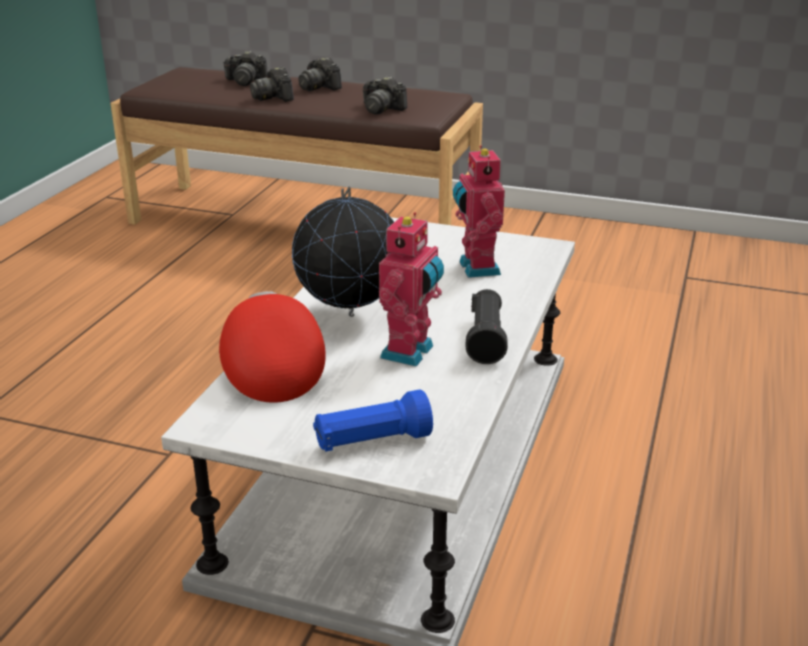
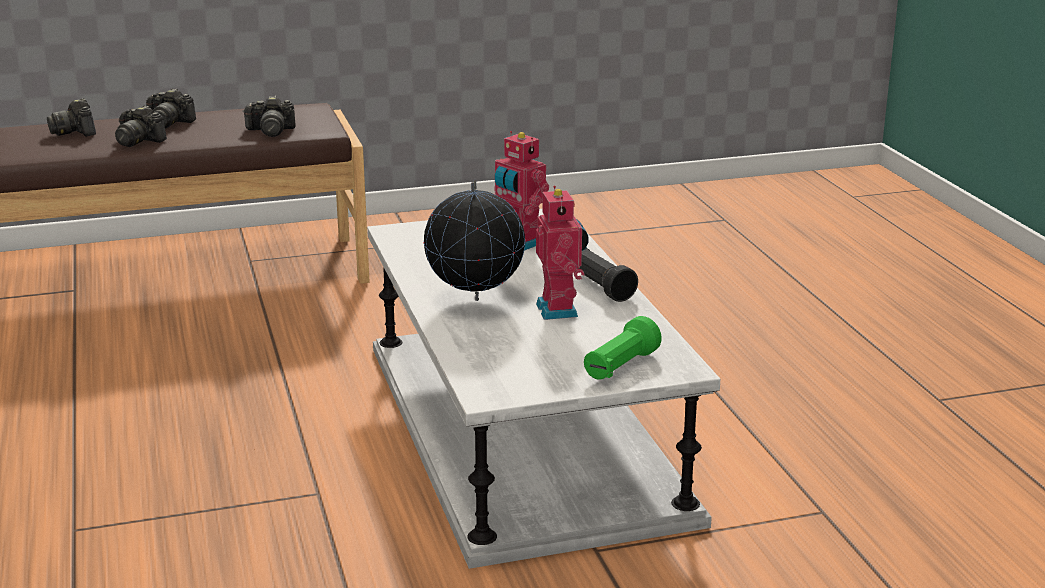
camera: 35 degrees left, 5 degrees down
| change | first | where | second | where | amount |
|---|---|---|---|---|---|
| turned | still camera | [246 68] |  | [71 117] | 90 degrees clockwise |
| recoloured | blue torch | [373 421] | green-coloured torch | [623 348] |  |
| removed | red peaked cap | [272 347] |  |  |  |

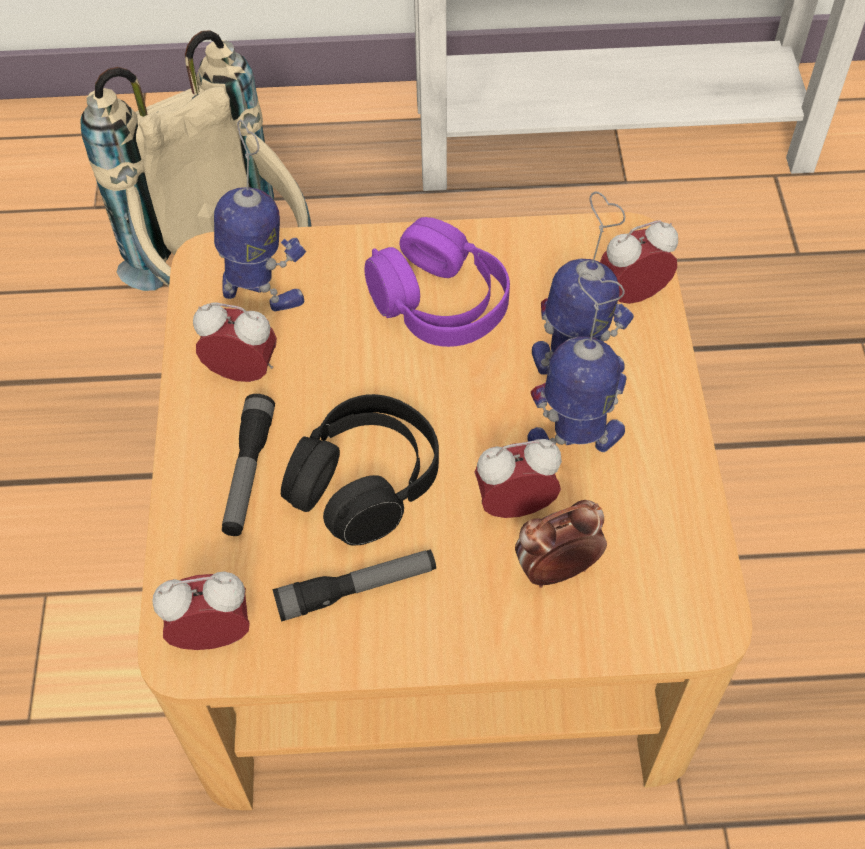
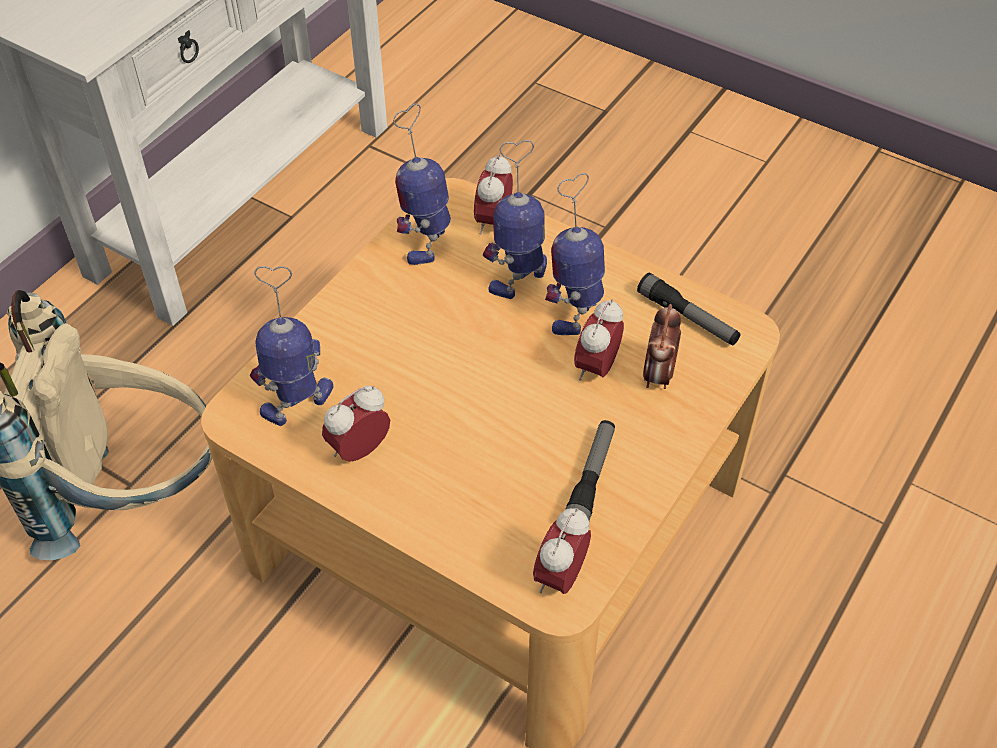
camera: 55 degrees left, 5 degrees down
| change | first | where | second | where | amount |
|---|---|---|---|---|---|
| added |  |  | toy robot | [422 184] |  |
| moved | torch | [248 465] |  | [689 309] |  |
| removed | blackish headphones | [360 469] |  |  |  |
| removed | purple-coloured headphones | [437 282] |  |  |  |

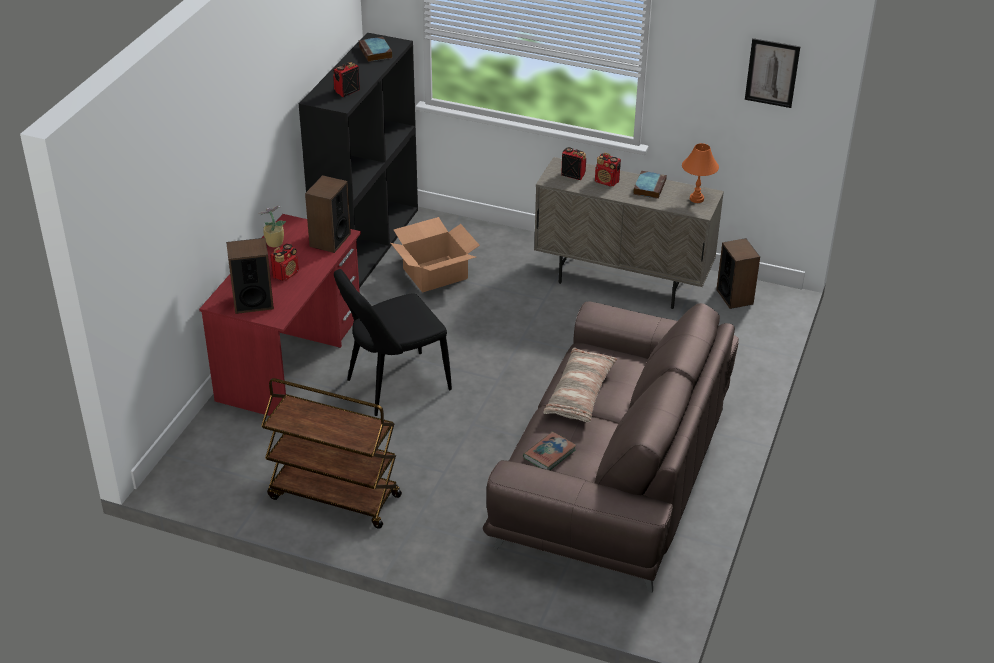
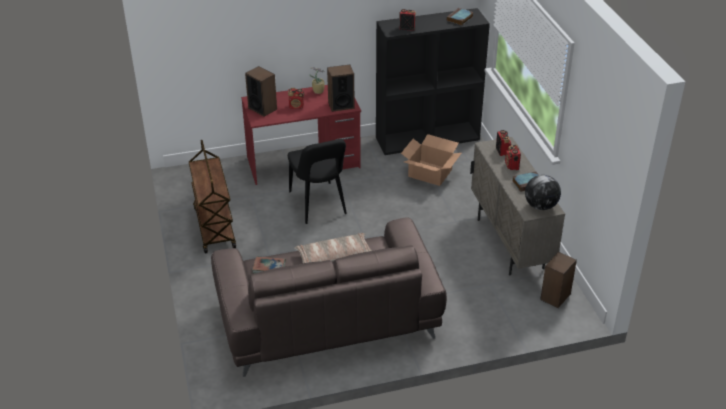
camera: 55 degrees right, 0 degrees up
| change | first | where | second | where | amount |
|---|---|---|---|---|---|
| turned | blackish chair | [393 342] |  | [317 181] | 135 degrees counterclockwise |
| replaced | orange lamp for a table | [700 173] | world globe | [543 192] |  |
| removed | wall art | [772 73] |  |  |  |

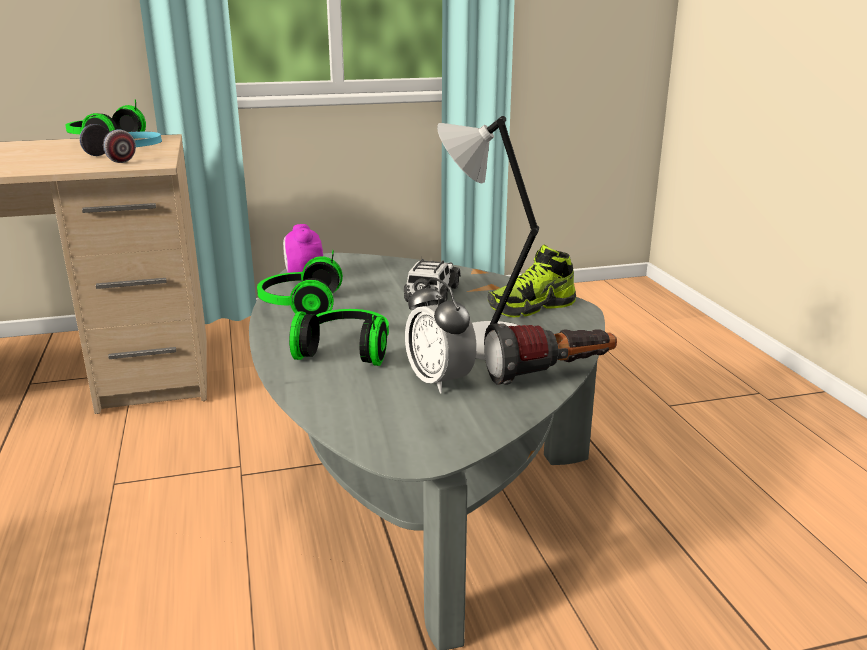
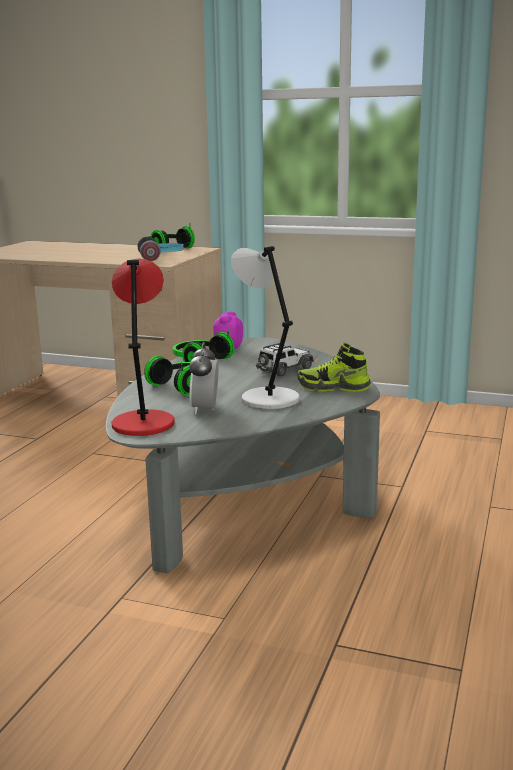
camera: 35 degrees right, 5 degrees down
| change | first | where | second | where | amount |
|---|---|---|---|---|---|
| added |  |  | red lamp for a table | [143 347] |  |
| removed | torch | [550 354] |  |  |  |

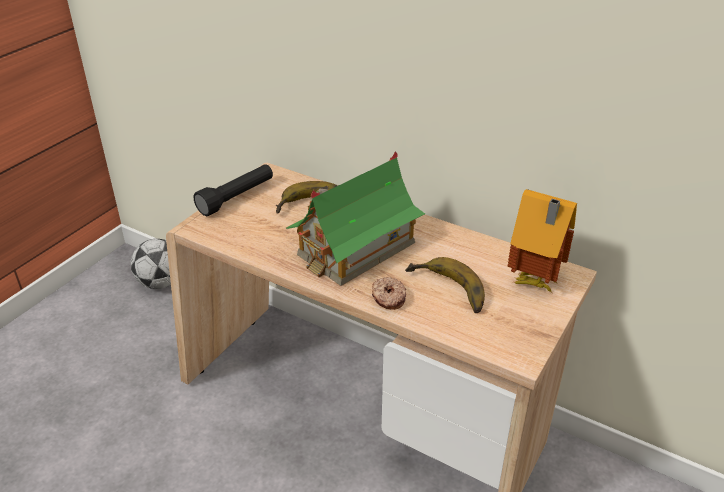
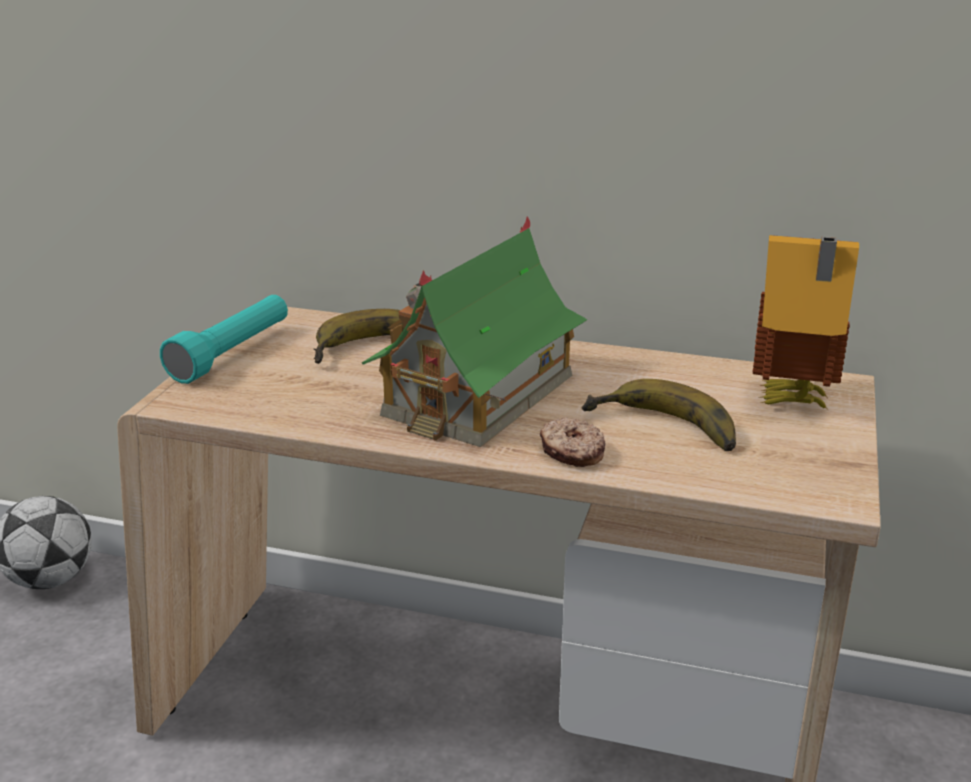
camera: 15 degrees left, 10 degrees down
| change | first | where | second | where | amount |
|---|---|---|---|---|---|
| recoloured | blackish torch | [233 190] | blue-green torch | [224 339] |  |

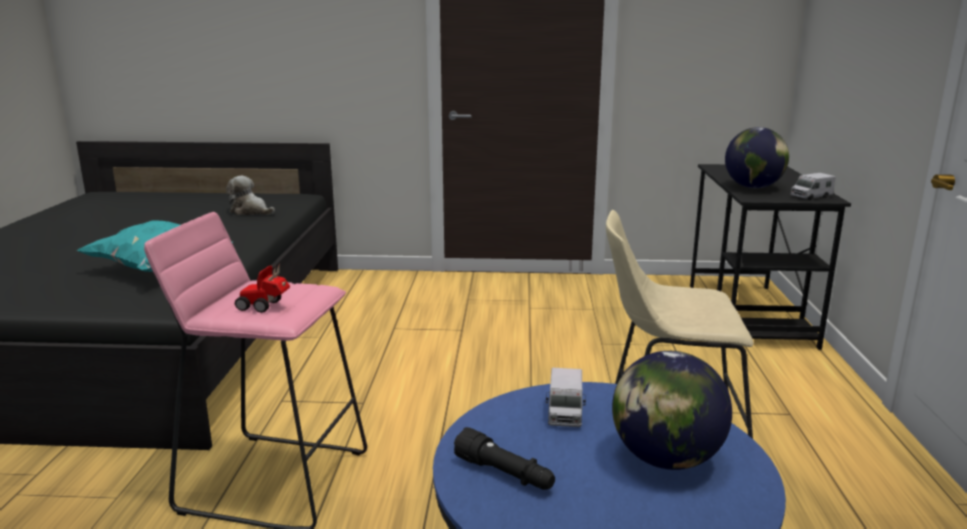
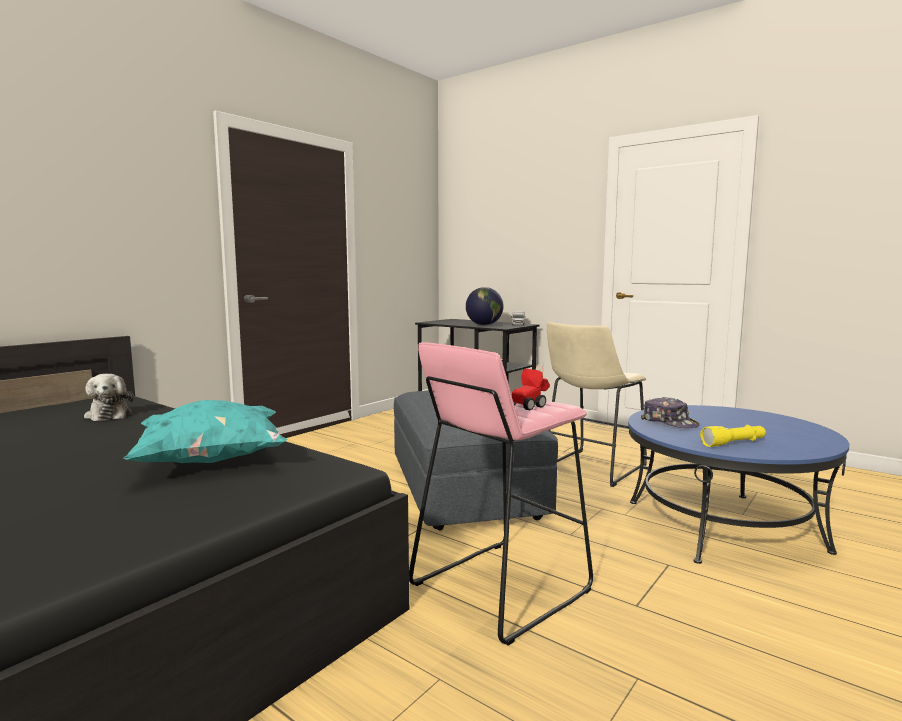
camera: 55 degrees left, 10 degrees down
| change | first | where | second | where | amount |
|---|---|---|---|---|---|
| turned | soft toy | [250 195] |  | [109 397] | 90 degrees counterclockwise |
| added |  |  | gray pouffe | [476 461] |  |
| replaced | model truck | [566 397] | peaked cap | [670 412] |  |
| recoloured | blackish torch | [504 458] | yellowish torch | [733 436] |  |
| removed | world globe | [672 410] |  |  |  |

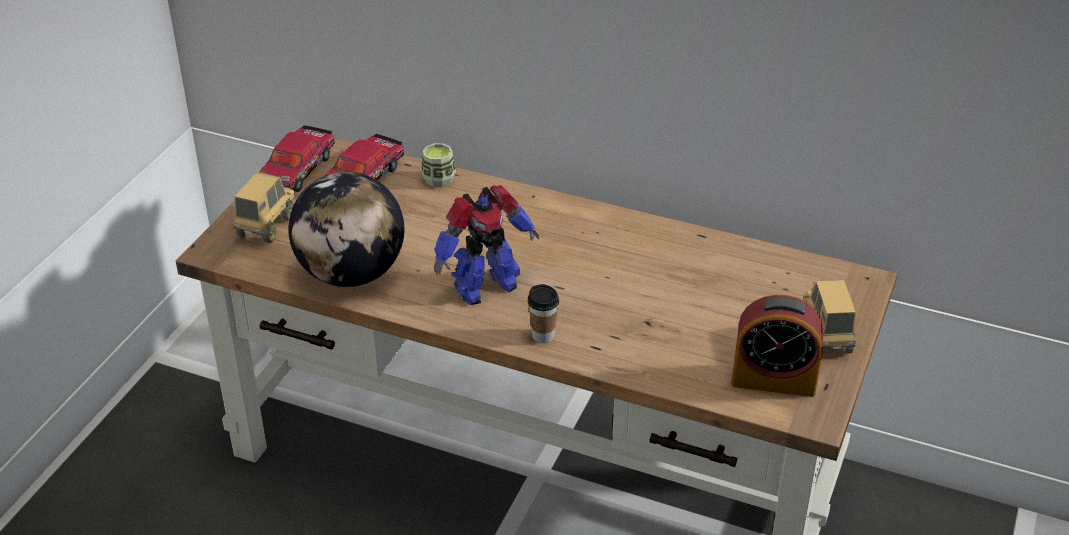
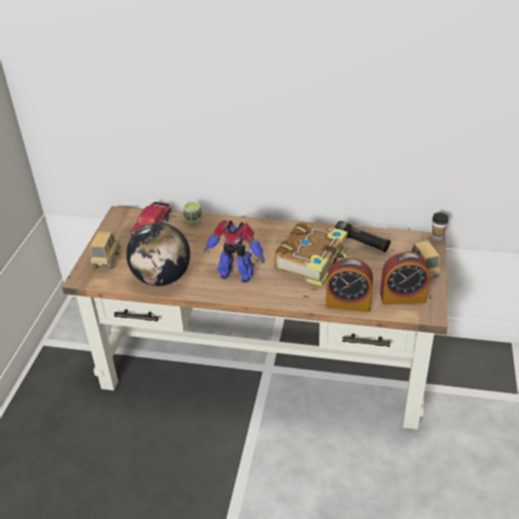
camera: 10 degrees left, 0 degrees up
| change | first | where | second | where | amount |
|---|---|---|---|---|---|
| turned | toy robot | [486 245] |  | [234 251] | 60 degrees clockwise |
| added |  |  | volume | [311 253] |  |
| added |  |  | table clock | [349 285] |  |
| added |  |  | blackish torch | [363 236] |  |
| moved | drinking cup | [543 313] |  | [440 227] |  |
| removed | toy car | [297 158] |  |  |  |

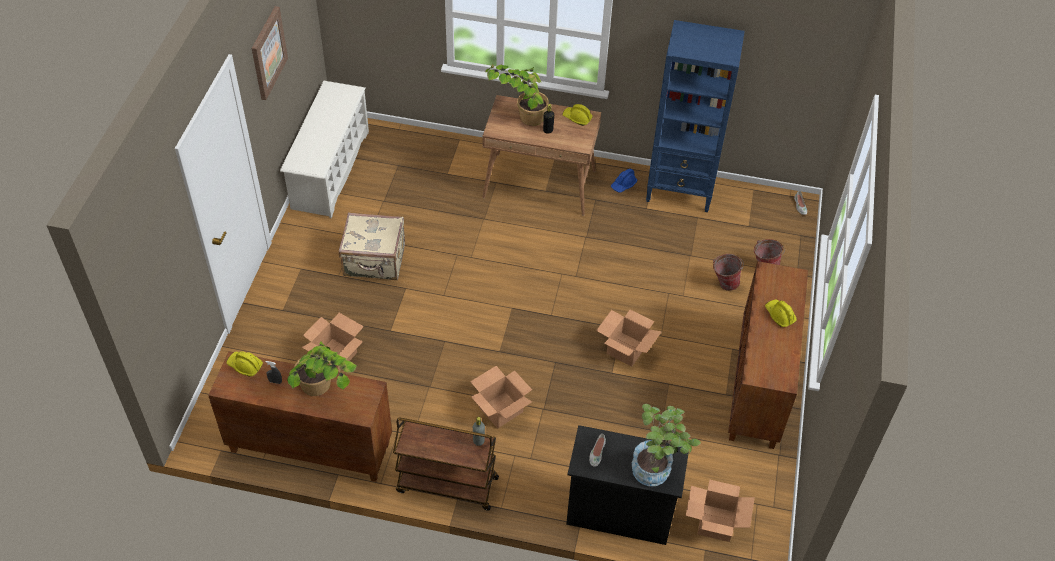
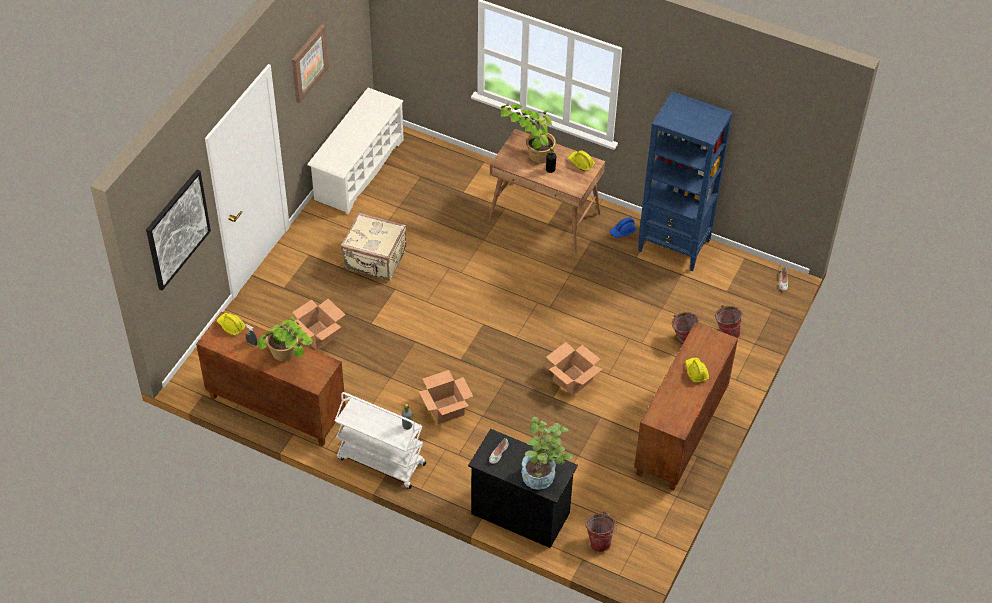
camera: 15 degrees right, 0 degrees up
| change | first | where | second | where | amount |
|---|---|---|---|---|---|
| added |  |  | wall art | [178 230] |  |
| recoloured | brown cart | [446 464] | white cart | [380 440] |  |
| replaced | cardboard box | [720 511] | pail | [601 532] |  |

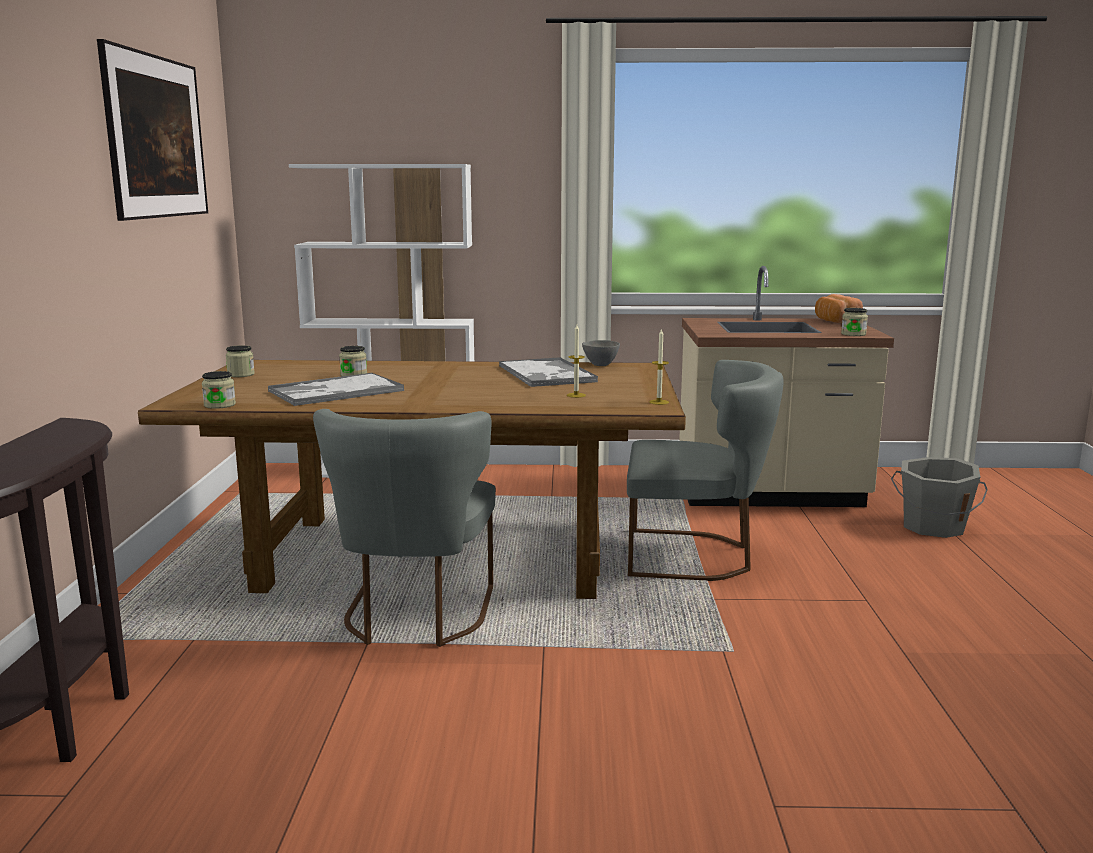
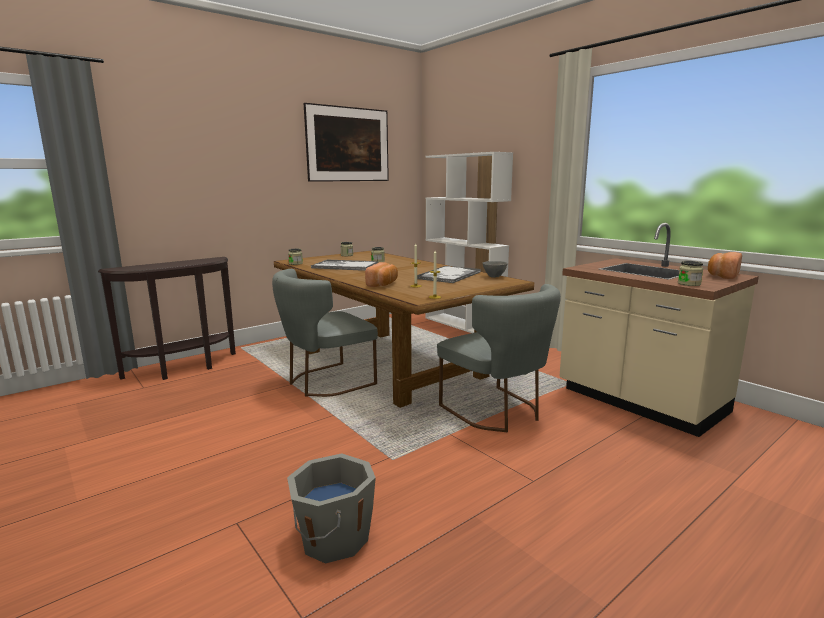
camera: 50 degrees right, 0 degrees up
| change | first | where | second | where | amount |
|---|---|---|---|---|---|
| moved | gray pail | [939 497] |  | [331 508] |  |
| added |  |  | bakery bread | [381 274] |  |

